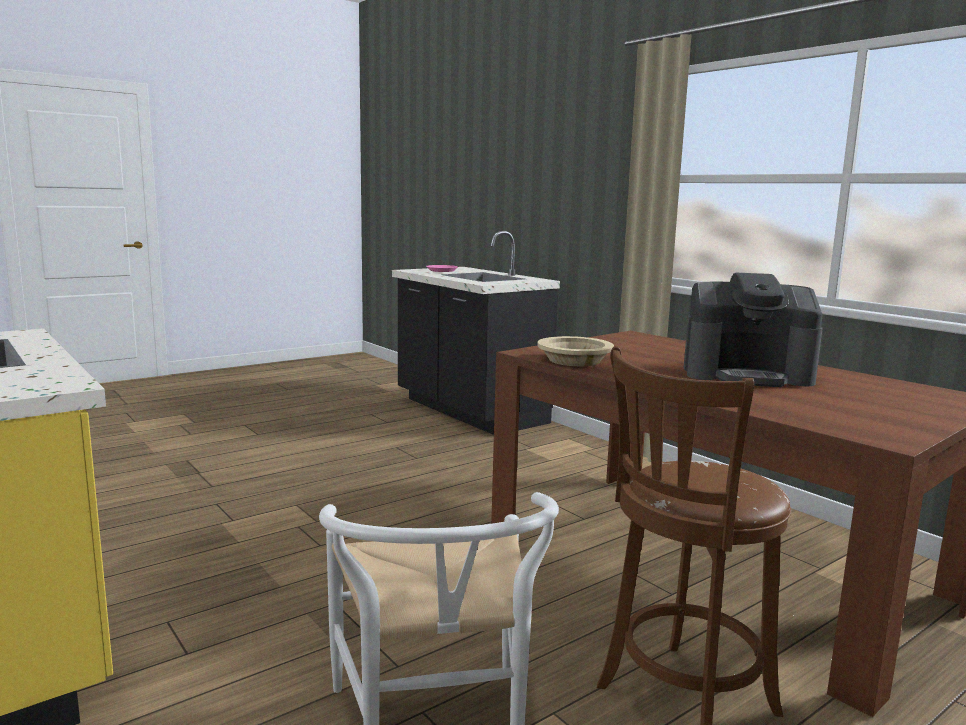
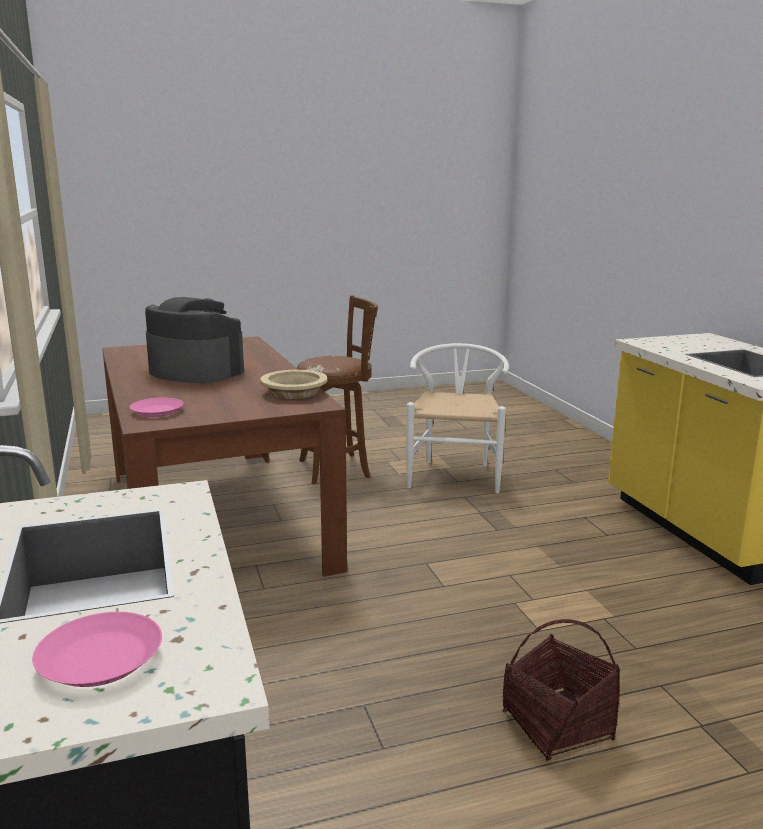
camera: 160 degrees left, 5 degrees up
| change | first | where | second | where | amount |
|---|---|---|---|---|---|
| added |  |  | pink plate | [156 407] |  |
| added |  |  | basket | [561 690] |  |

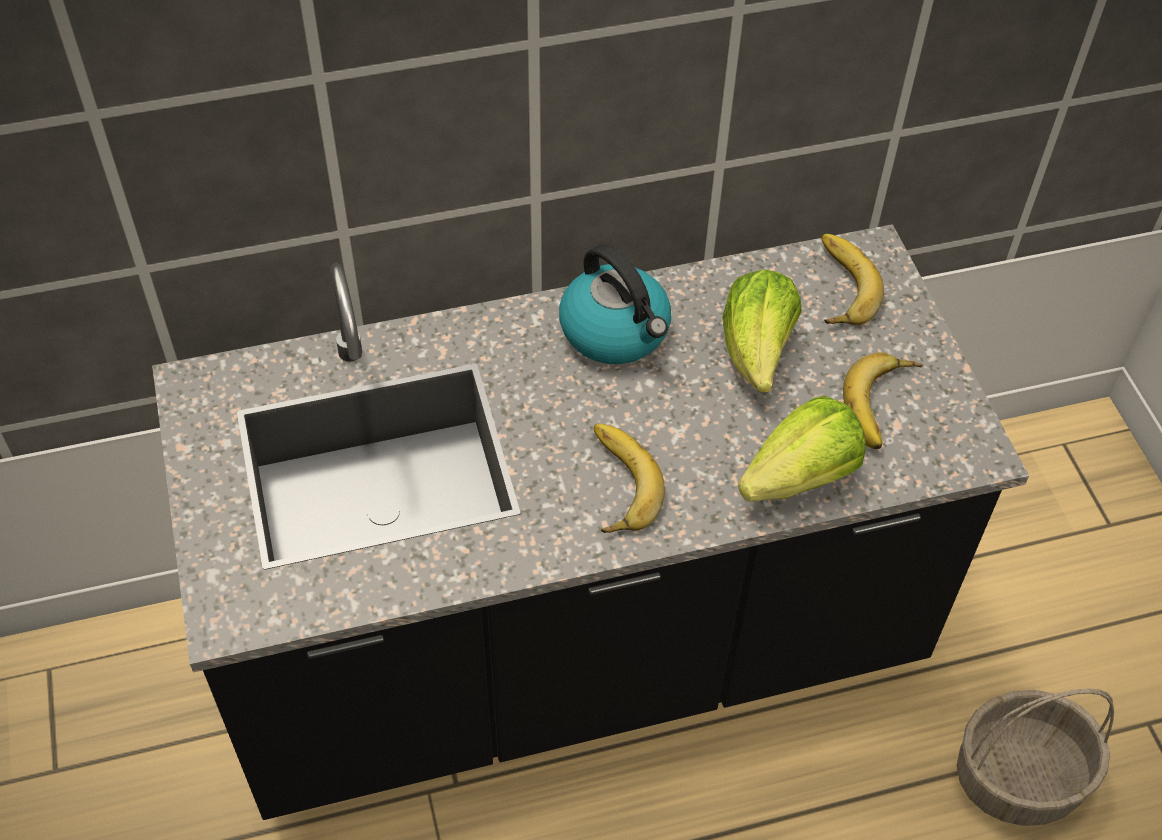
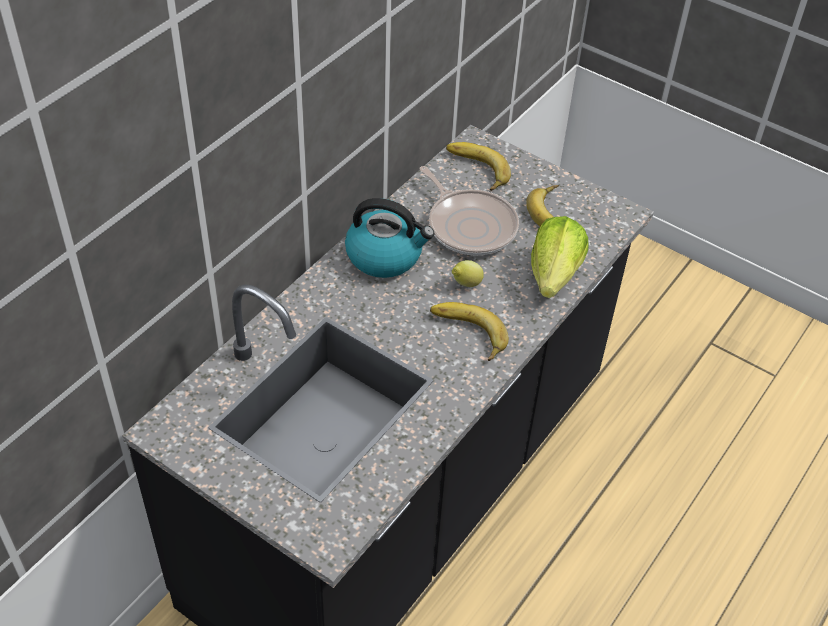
camera: 40 degrees left, 5 degrees down
| change | first | where | second | where | amount |
|---|---|---|---|---|---|
| replaced | lettuce head | [762 331] | skillet | [469 211] |  |
| added |  |  | whole lemon | [468 273] |  |
| removed | basket | [1035 757] |  |  |  |

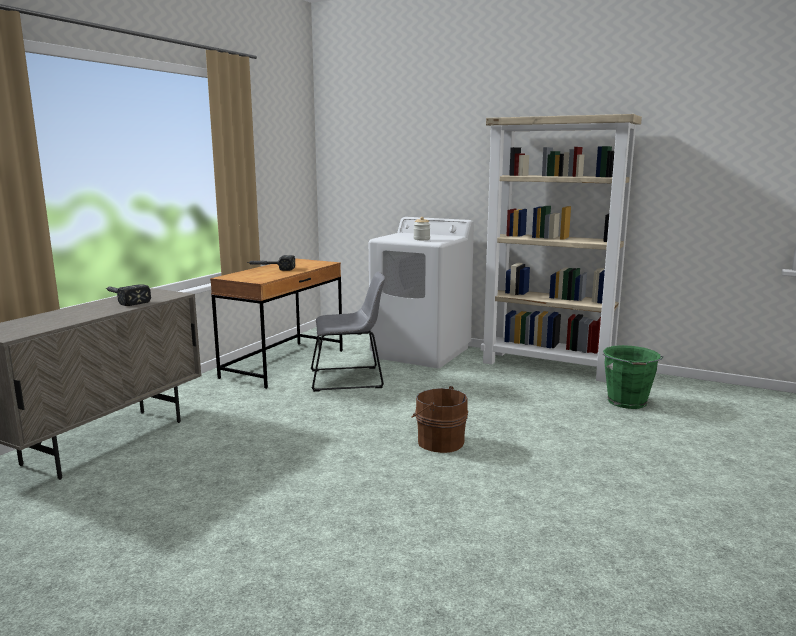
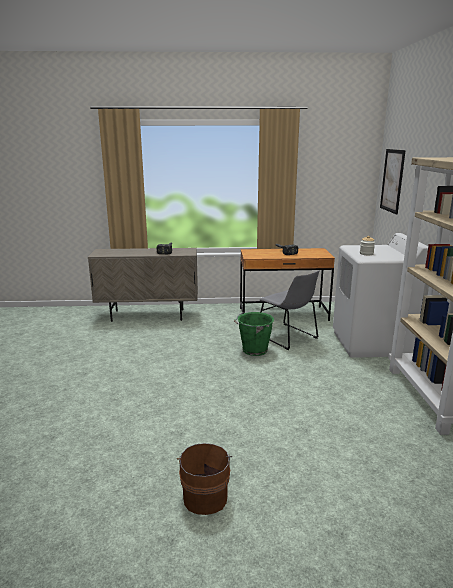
camera: 60 degrees right, 5 degrees up
| change | first | where | second | where | amount |
|---|---|---|---|---|---|
| moved | brown pail | [439 419] |  | [204 479] |  |
| moved | green-coloured pail | [633 377] |  | [254 334] |  |
| added |  |  | wall art | [393 181] |  |

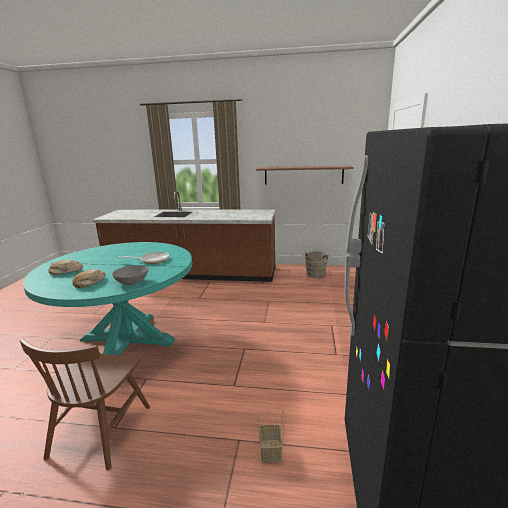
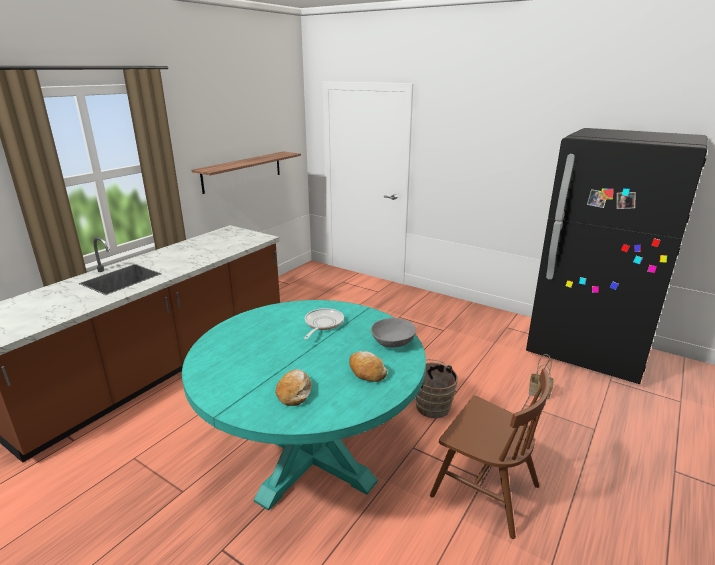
camera: 65 degrees left, 5 degrees up
| change | first | where | second | where | amount |
|---|---|---|---|---|---|
| moved | brown pail | [316 264] |  | [436 388] |  |

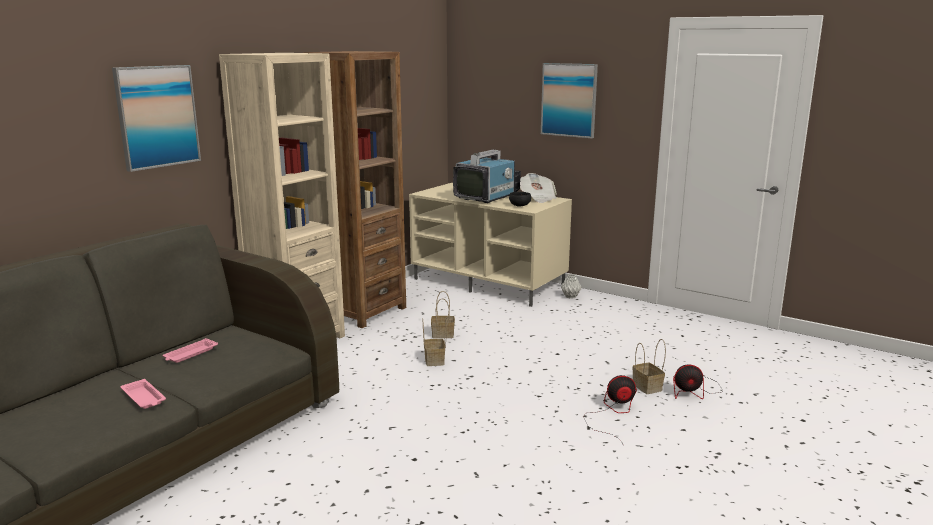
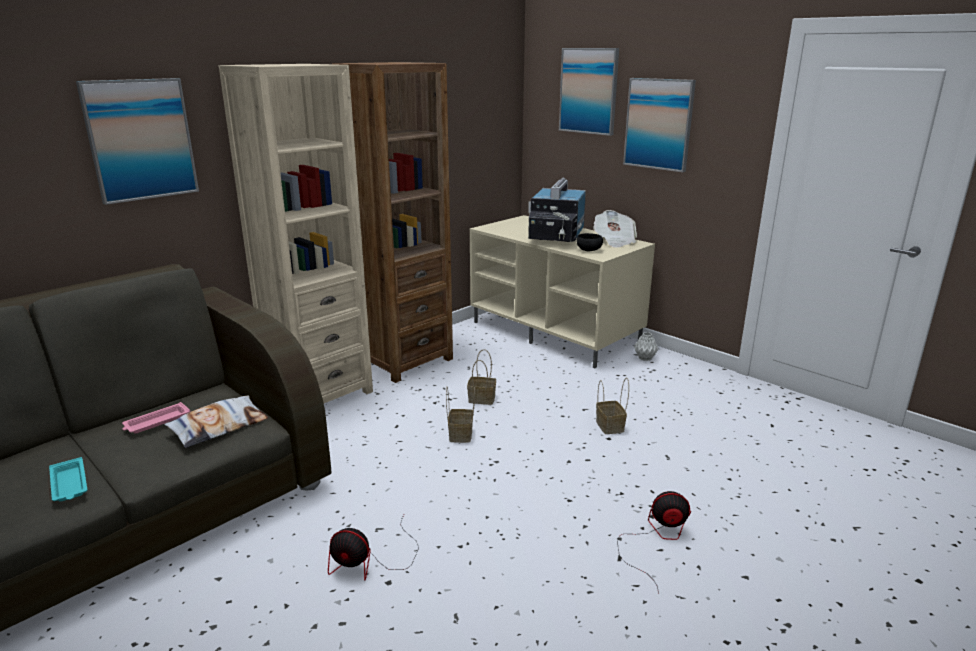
camera: 10 degrees right, 5 degrees up
| change | first | where | second | where | amount |
|---|---|---|---|---|---|
| recoloured | pink carrying tray | [143 394] | blue-green carrying tray | [68 479] |  |
| added |  |  | cushion | [216 421] |  |
| moved | fan | [698 381] |  | [373 547] |  |
| turned | television | [487 176] |  | [557 210] | 150 degrees clockwise |
| added |  |  | wall art | [589 92] |  |
| moved | basket | [649 366] |  | [612 406] |  |

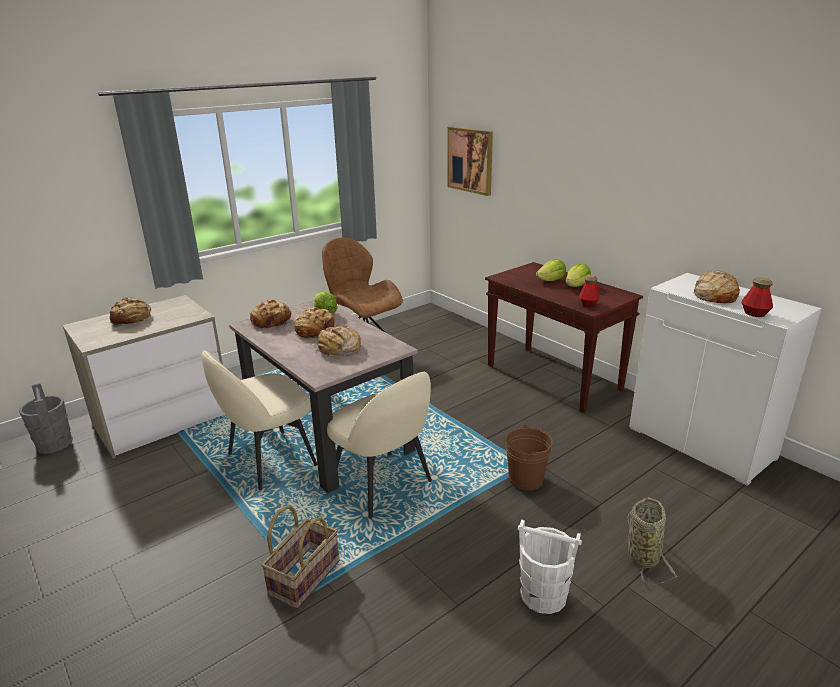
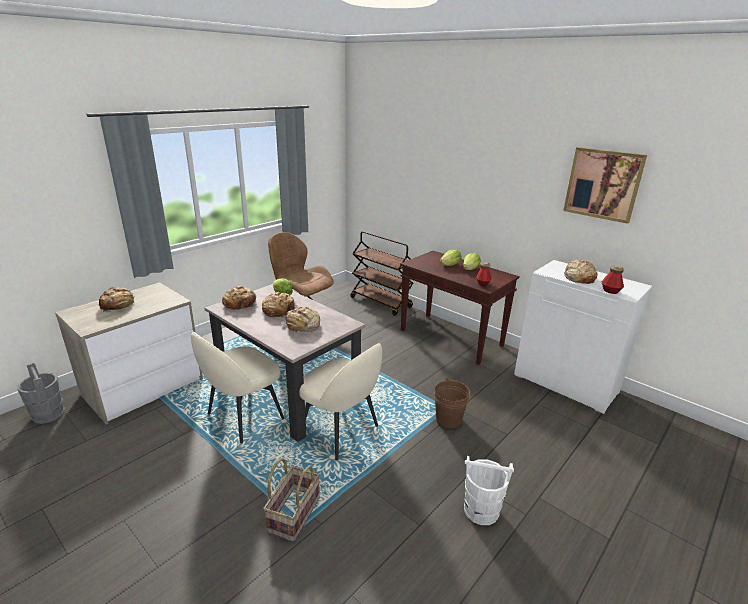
camera: 10 degrees left, 0 degrees up
| change | first | where | second | where | amount |
|---|---|---|---|---|---|
| added |  |  | brown cart | [382 273] |  |
| moved | wall art | [470 161] |  | [605 185] |  |
| removed | basket | [653 541] |  |  |  |

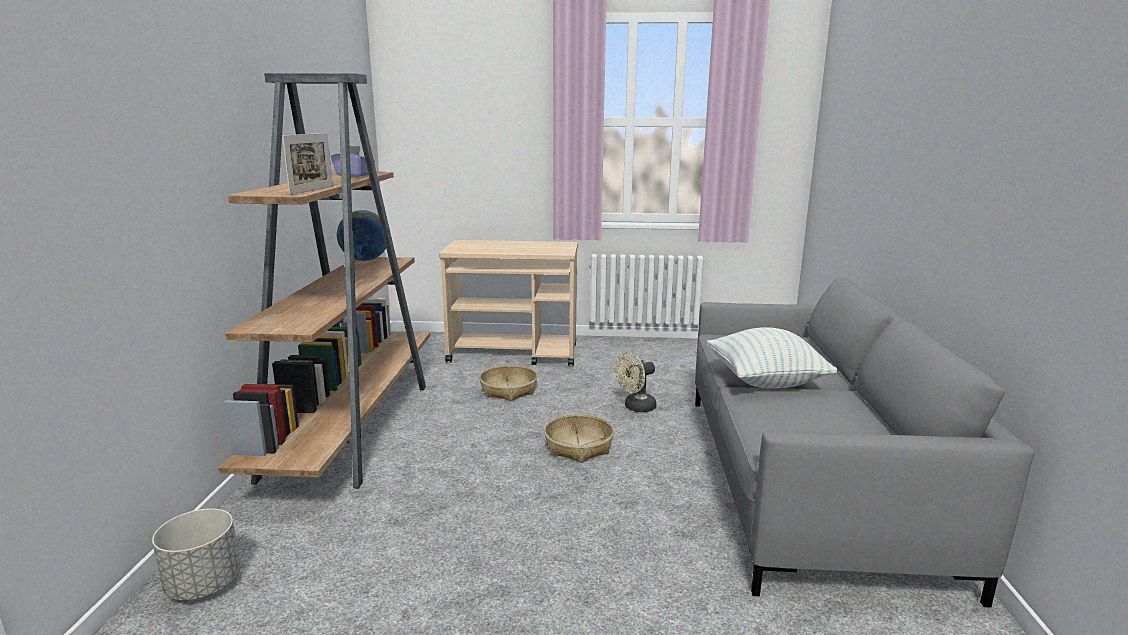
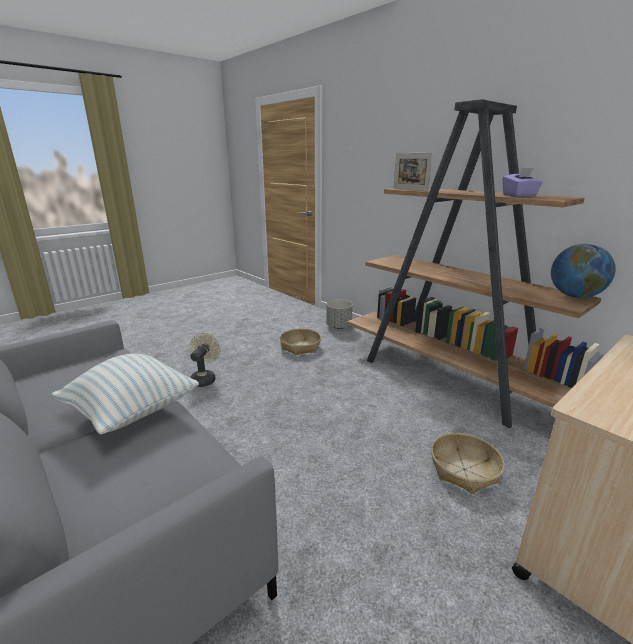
camera: 135 degrees right, 5 degrees up
| change | first | where | second | where | amount |
|---|---|---|---|---|---|
| moved | beige fan | [636 382] |  | [205 360] |  |
| moved | basket | [579 438] |  | [300 342] |  |

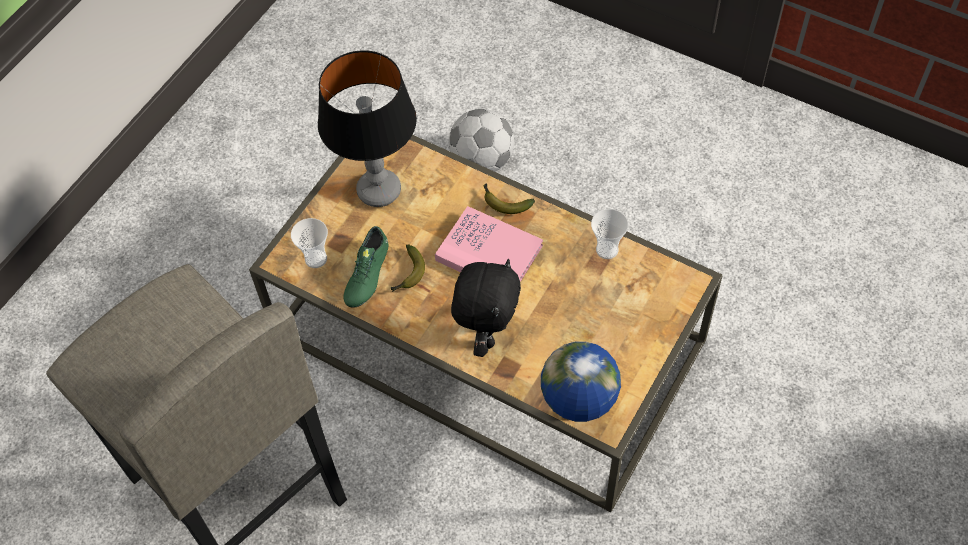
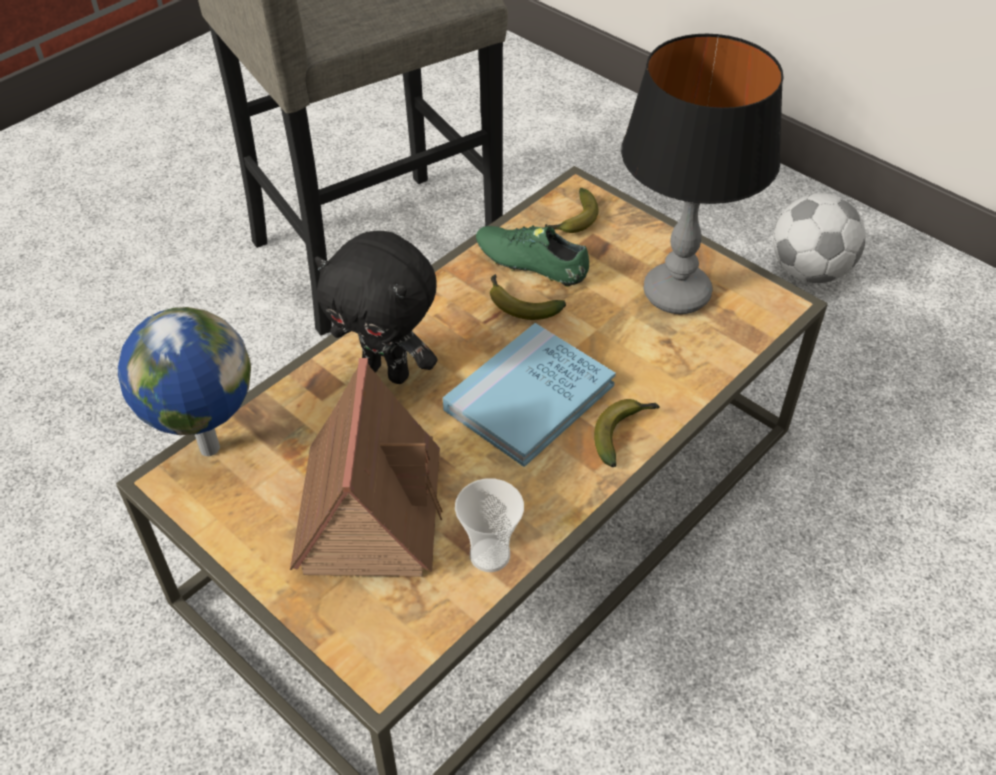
camera: 100 degrees right, 10 degrees down
| change | first | where | second | where | amount |
|---|---|---|---|---|---|
| added |  |  | miniature house | [366 467] |  |
| recoloured | pink volume | [489 244] | blue volume | [529 395] |  |
| replaced | drinking cup | [309 243] | banana fruit | [572 210] |  |
| moved | football | [481 140] |  | [819 238] |  |

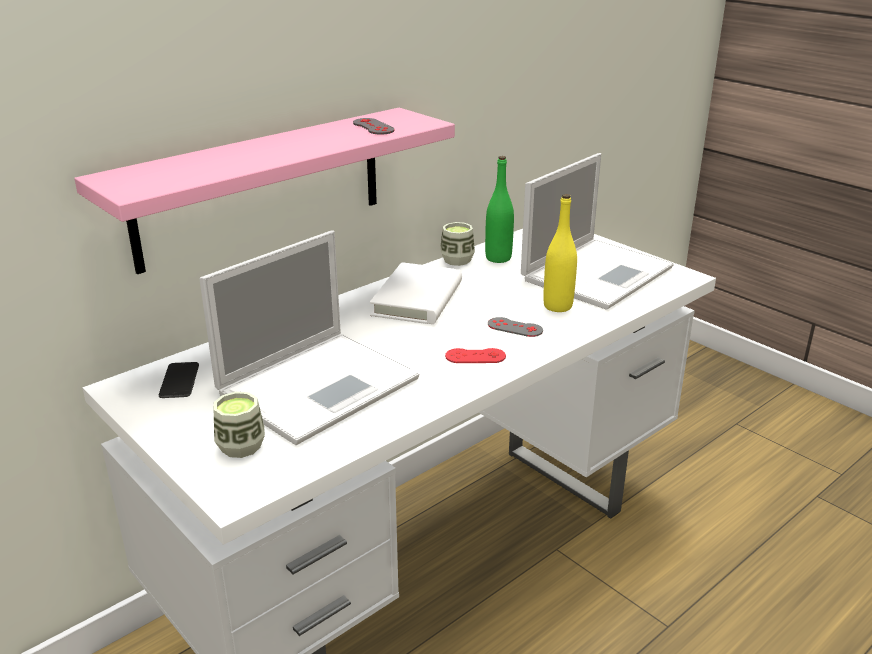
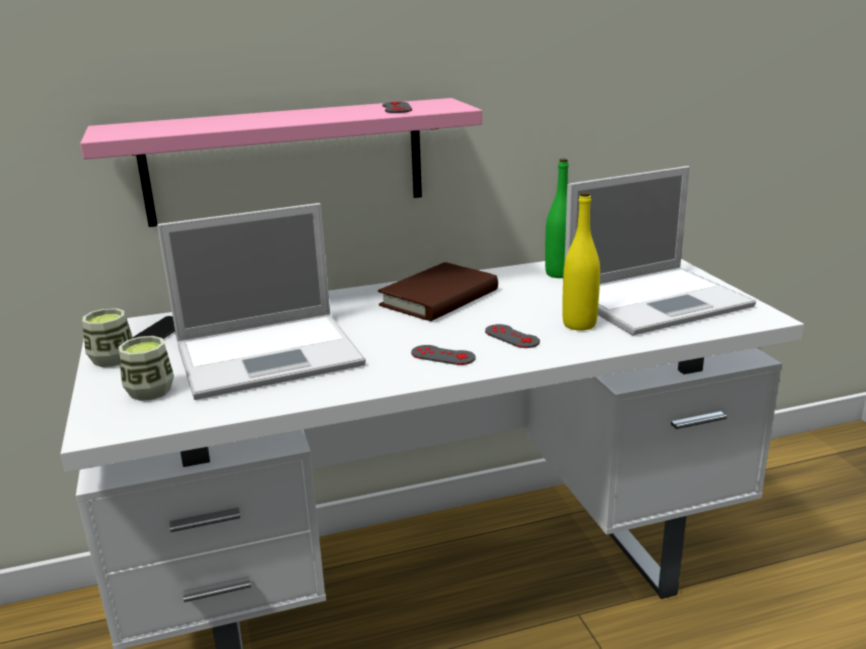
camera: 25 degrees right, 5 degrees down
| change | first | where | second | where | amount |
|---|---|---|---|---|---|
| moved | drinking cup | [457 244] |  | [107 337] |  |
| recoloured | white volume | [416 293] | brown volume | [438 291] |  |
| recoloured | red joypad | [475 355] | gray joypad | [443 355] |  |

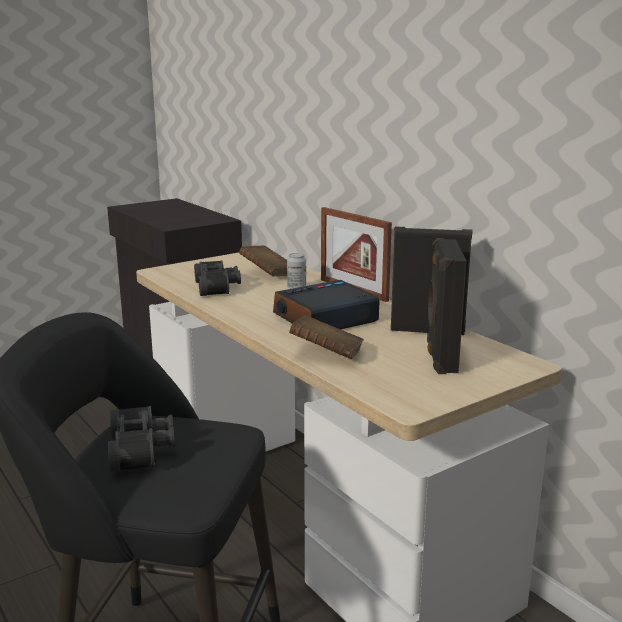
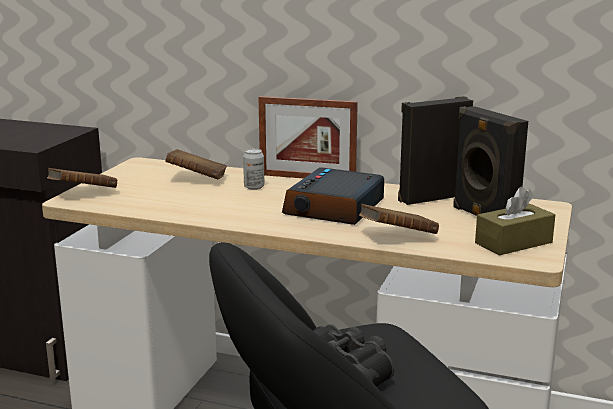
camera: 35 degrees left, 0 degrees up
| change | first | where | second | where | amount |
|---|---|---|---|---|---|
| added |  |  | brown volume | [82 178] |  |
| added |  |  | brown tissue holder | [515 221] |  |
| removed | blackish field glasses | [217 278] |  |  |  |

